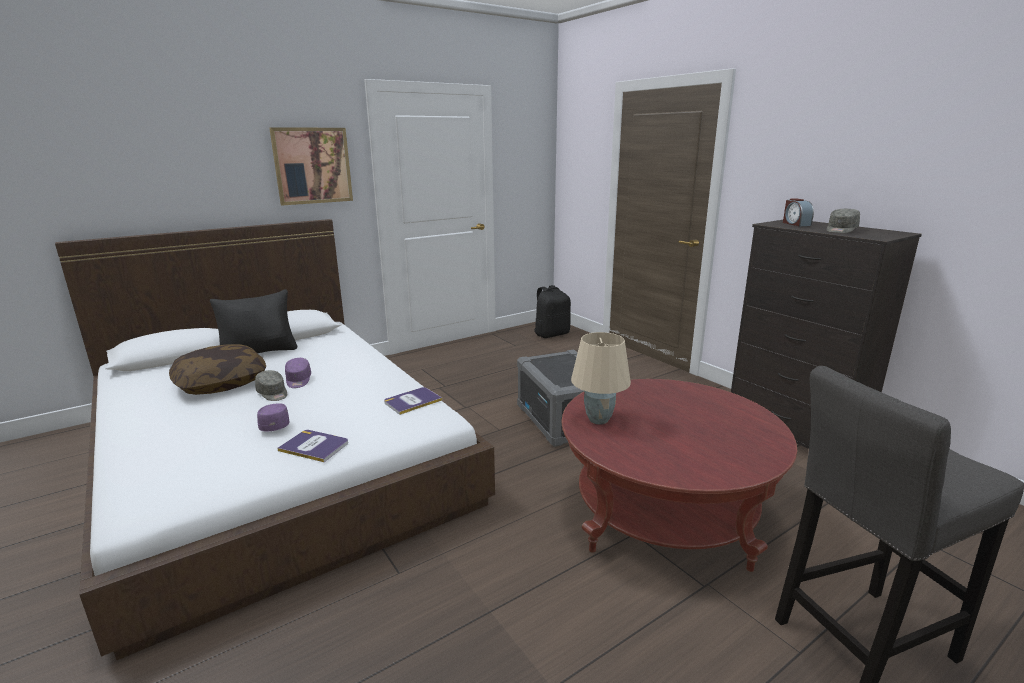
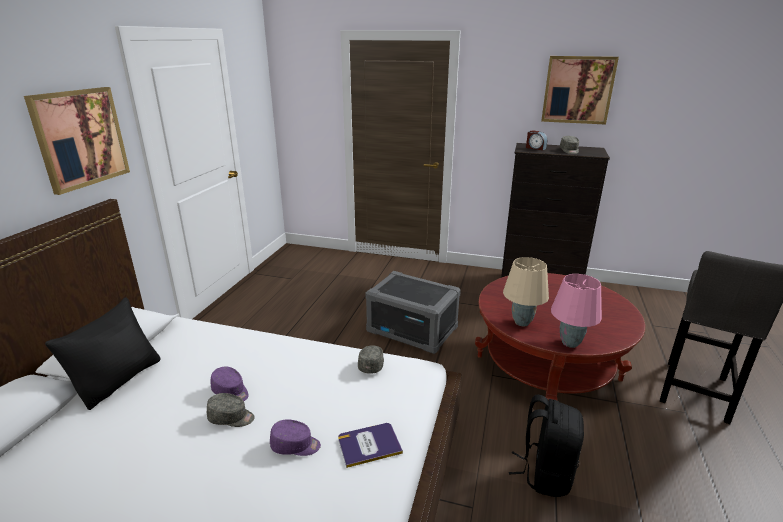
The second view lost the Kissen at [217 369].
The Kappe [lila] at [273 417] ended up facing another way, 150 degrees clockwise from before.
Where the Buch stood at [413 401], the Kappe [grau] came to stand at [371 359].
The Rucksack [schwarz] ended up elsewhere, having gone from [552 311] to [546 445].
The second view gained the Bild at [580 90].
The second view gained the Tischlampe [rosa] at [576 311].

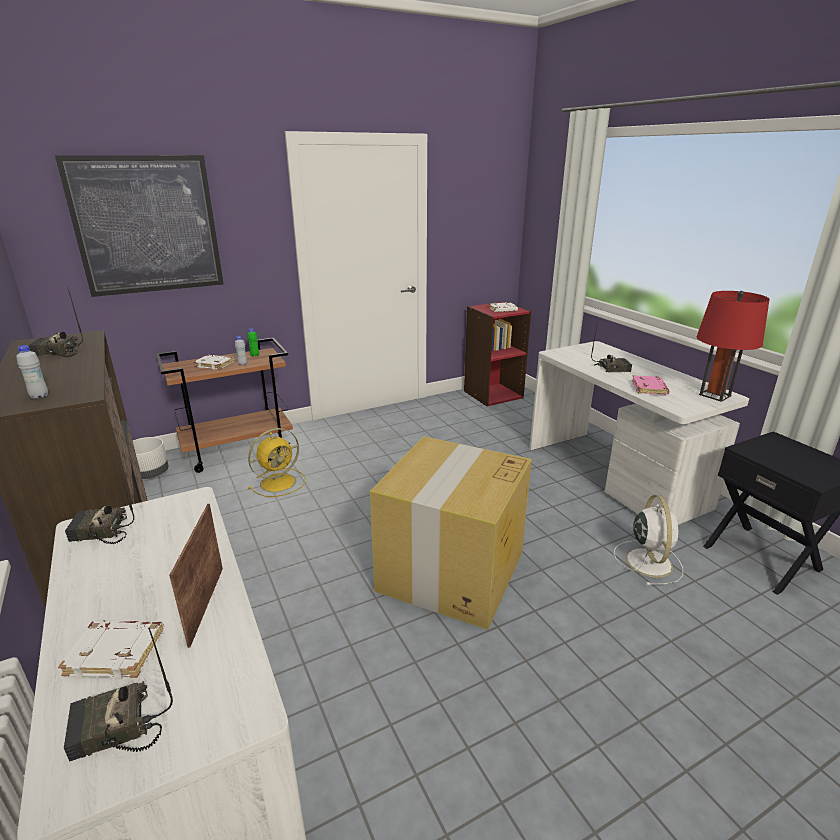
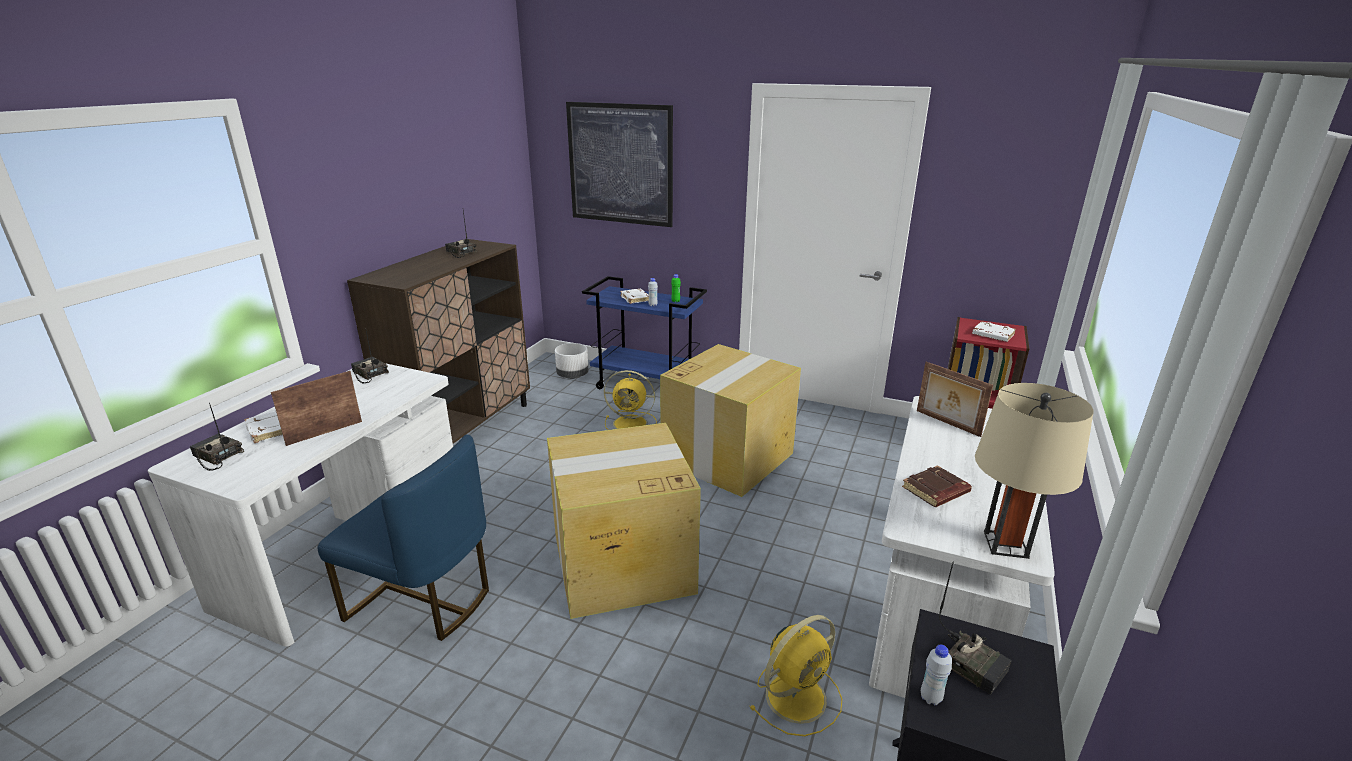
The Flasche [weiß] ended up elsewhere, having gone from [32 372] to [936 675].
What was the Rollwagen [braun] at [224 405] turned into the Rollwagen [blau] at [644 332].
The Radio ended up elsewhere, having gone from [611 347] to [975 628].
What was the Ventilator [weiß] at [648 540] turned into the Ventilator [gelb] at [796 675].
What was the Buch [rosa] at [651 385] turned into the Buch [braun] at [937 486].
What was the Tischlampe [rot] at [733 346] turned into the Tischlampe [beige] at [1034 471].
The second view gained the Stuhl [blau] at [403 538].
The second view gained the Karton at [730 420].
The second view gained the Bilderrahmen at [955 399].

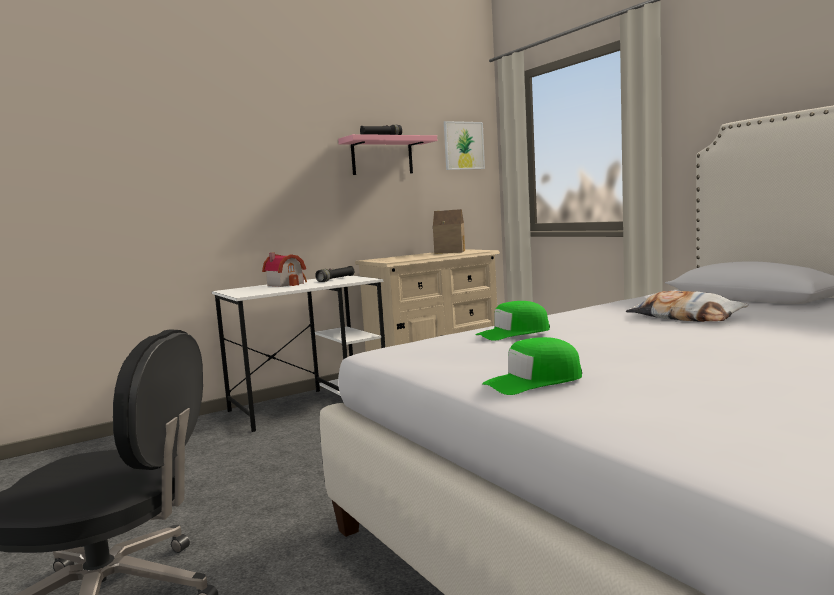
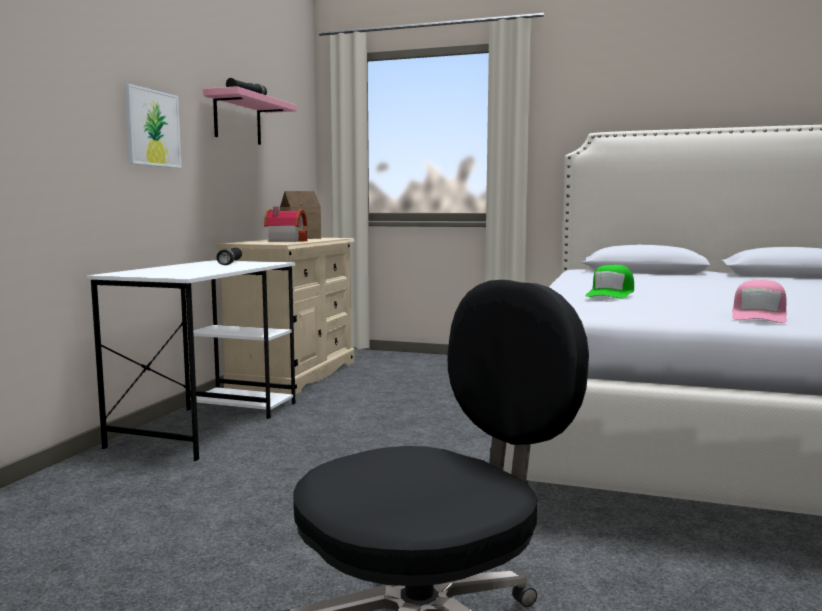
The Spielzeughaus ended up elsewhere, having gone from [284 270] to [285 224].
The Bild ended up elsewhere, having gone from [464 145] to [152 126].
What was the Kappe [grün] at [532 366] turned into the Kappe [rosa] at [759 301].
The second view lost the Kissen at [687 306].

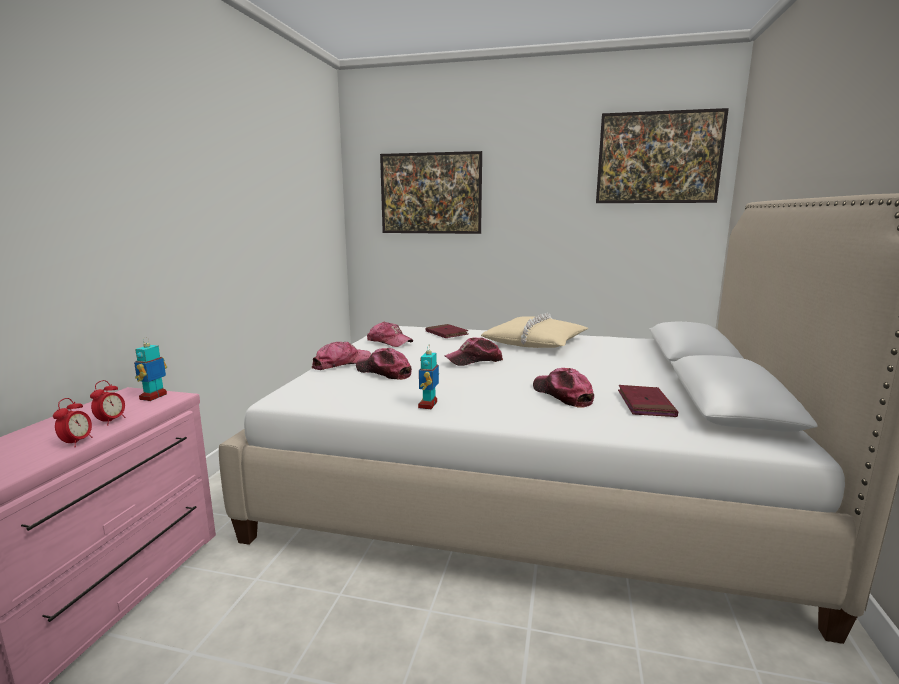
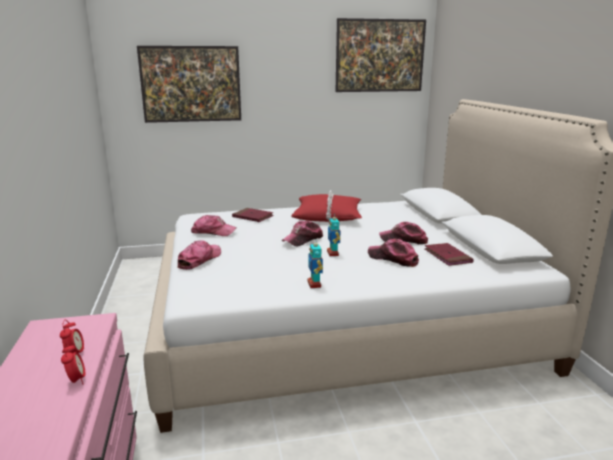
The Spielzeugroboter ended up elsewhere, having gone from [150 369] to [334 234].
The Kappe ended up elsewhere, having gone from [384 364] to [403 233].
What was the Kissen [beige] at [534 330] turned into the Kissen [rot] at [326 206].

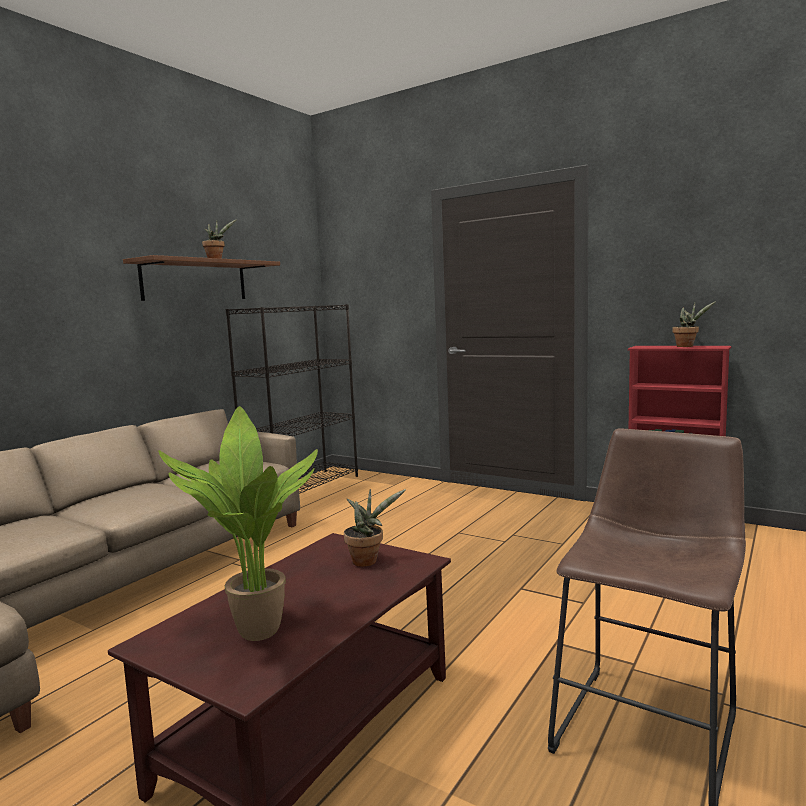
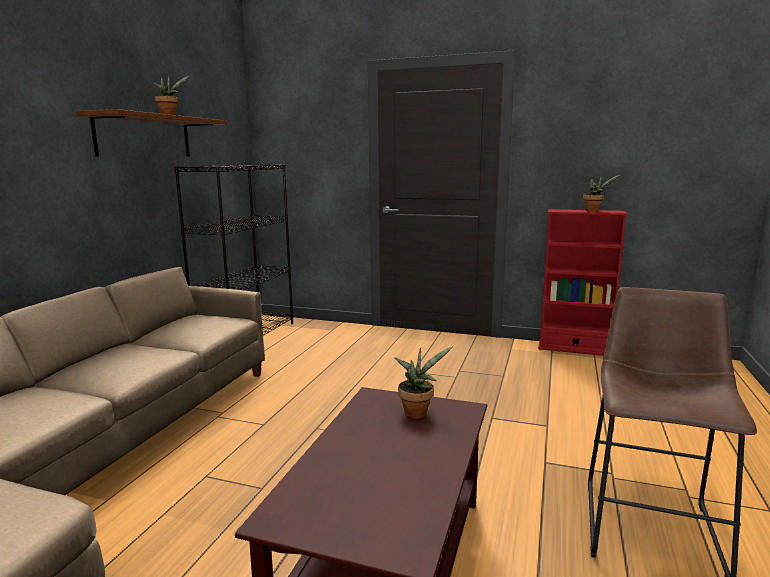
The second view lost the Topfpflanze at [238 523].

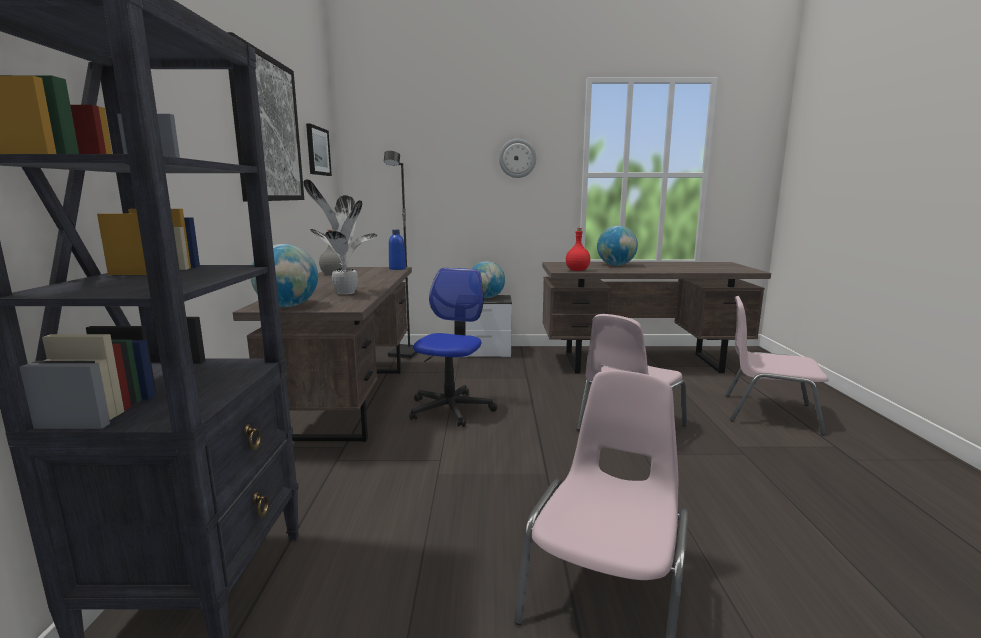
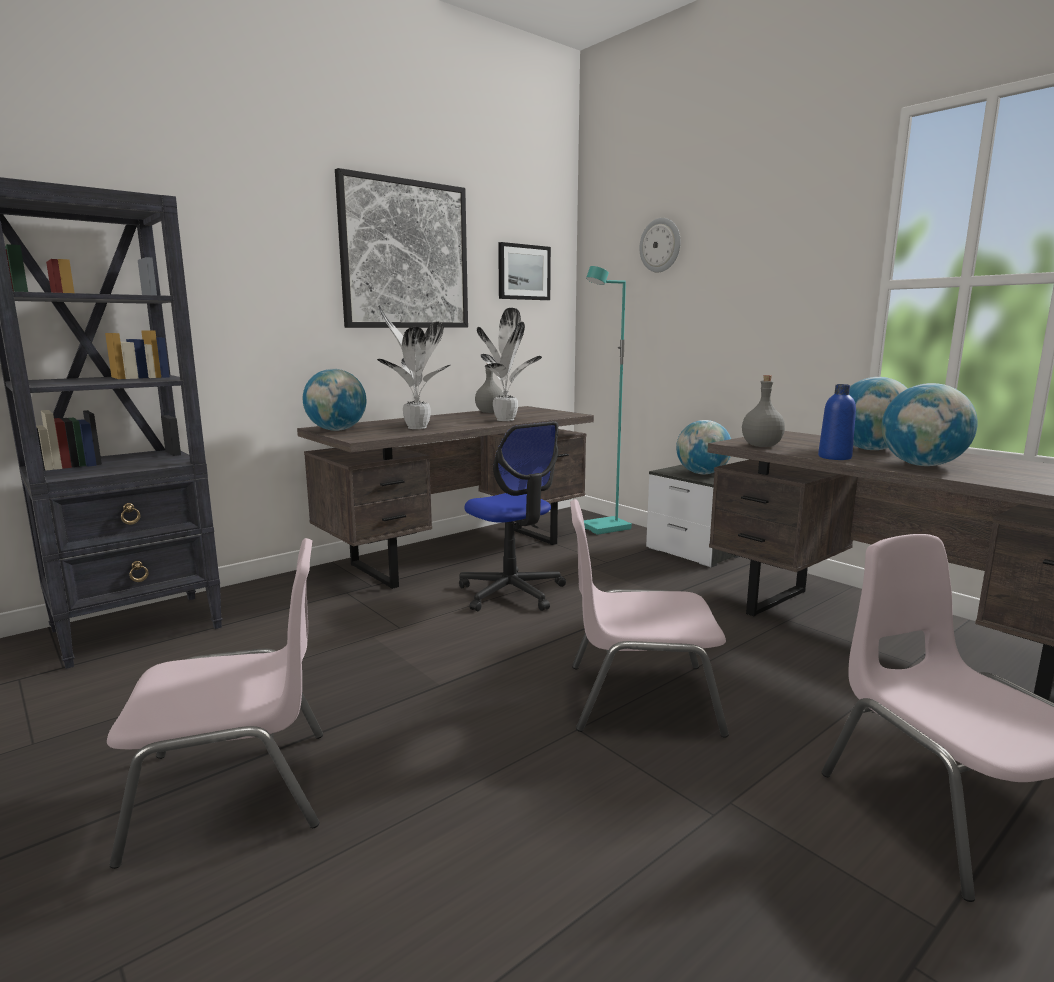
What was the Stehlampe [schwarz] at [401 255] turned into the Stehlampe [türkis] at [608 400].
The Flasche [blau] ended up elsewhere, having gone from [397 249] to [837 422].
The Bürostuhl at [453 347] ended up facing another way, 75 degrees clockwise from before.
The Wanduhr ended up elsewhere, having gone from [518 158] to [660 245].
What was the Flasche [rot] at [578 249] turned into the Flasche [grau] at [763 411].
The second view gained the Topfpflanze at [509 364].
The second view gained the Globus at [929 424].

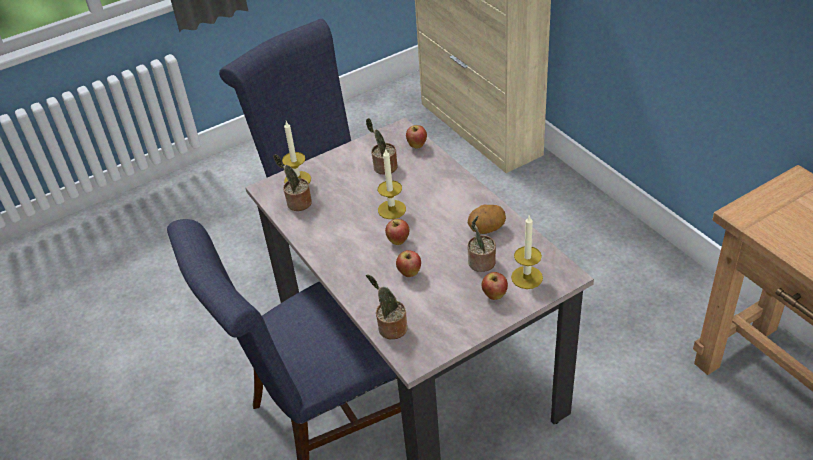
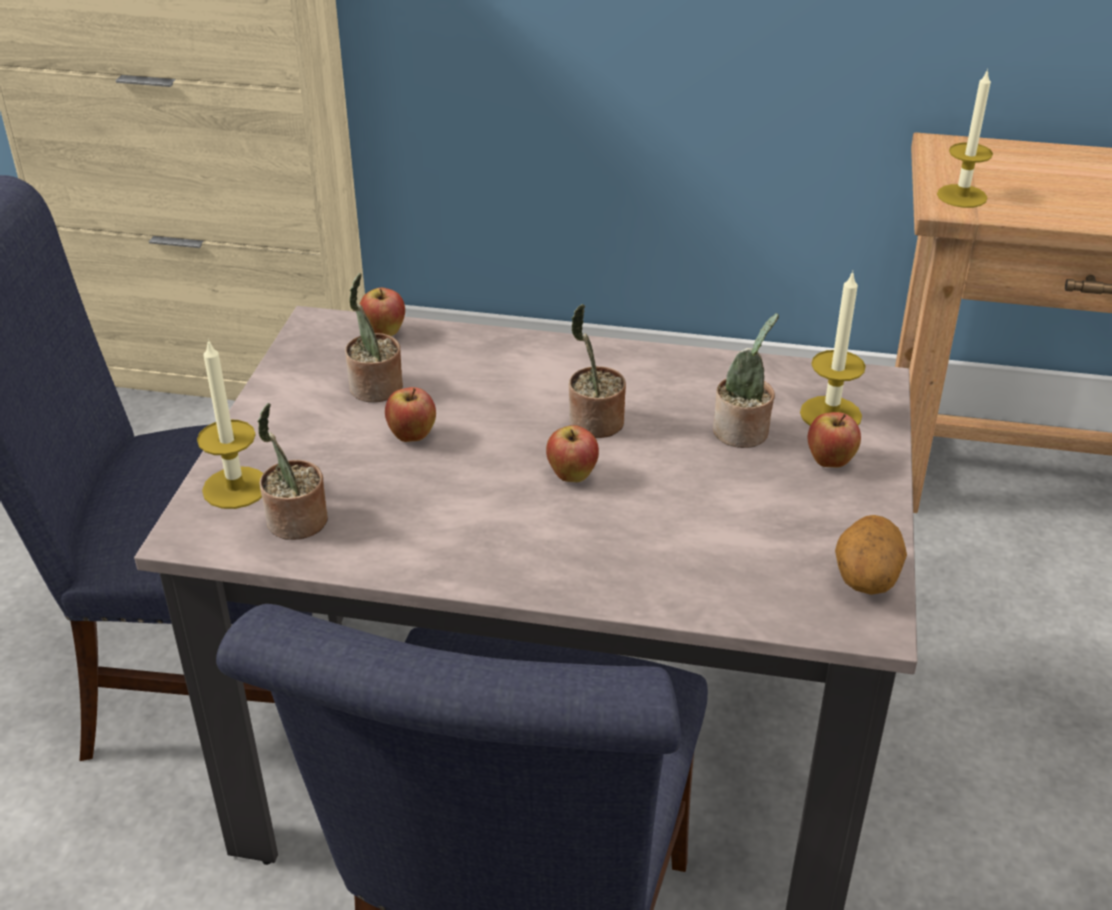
The Topfpflanze ended up elsewhere, having gone from [386 306] to [597 371].
The Kerze ended up elsewhere, having gone from [392 184] to [965 138].
The Apfel ended up elsewhere, having gone from [408 263] to [410 414].
The Kartoffel ended up elsewhere, having gone from [487 219] to [871 555].

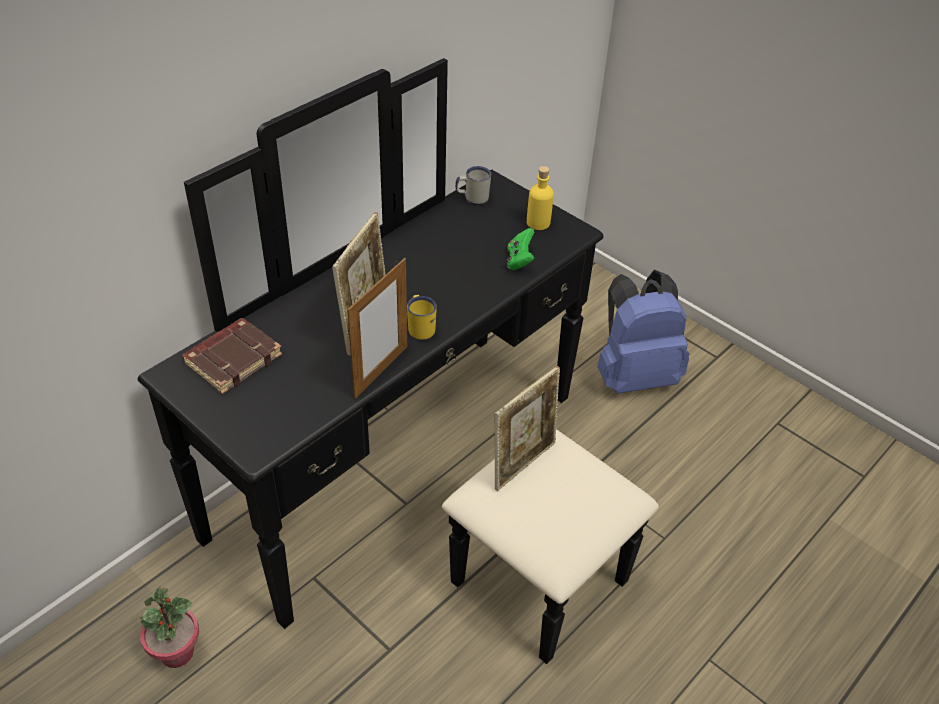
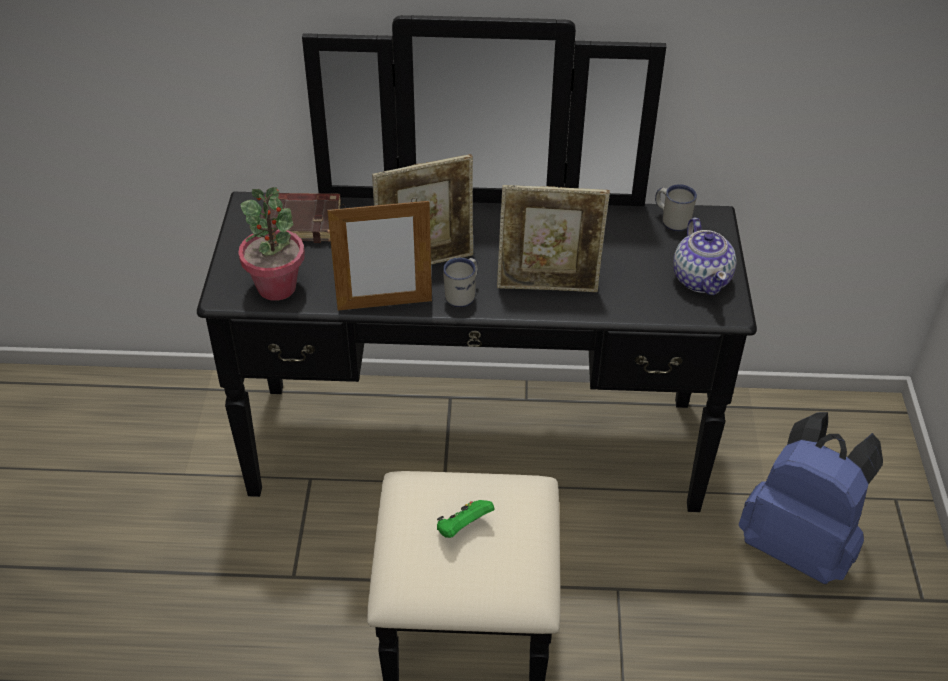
The Topfpflanze ended up elsewhere, having gone from [169 627] to [271 244].
What was the Henkelbecher [gelb] at [422 317] turned into the Henkelbecher [weiß] at [460 282].
The Bilderrahmen ended up elsewhere, having gone from [527 428] to [553 238].
The Gamepad [grün] ended up elsewhere, having gone from [521 249] to [465 519].
Where the Flasche [gelb] stood at [540 198], the Teekanne came to stand at [705 256].

